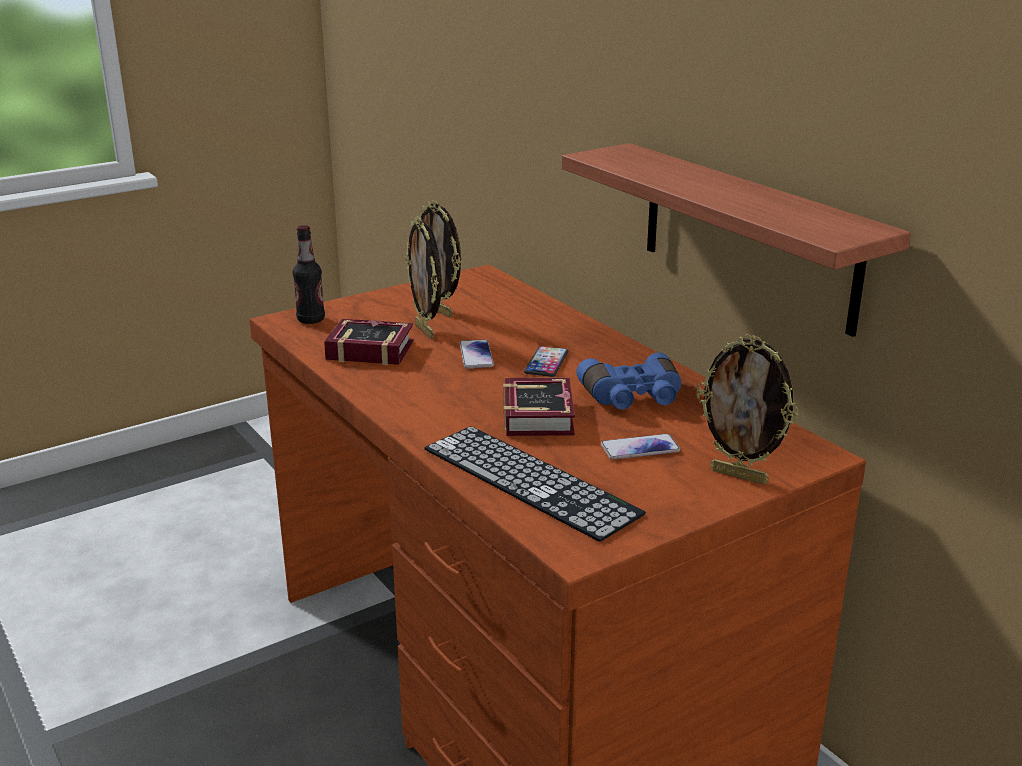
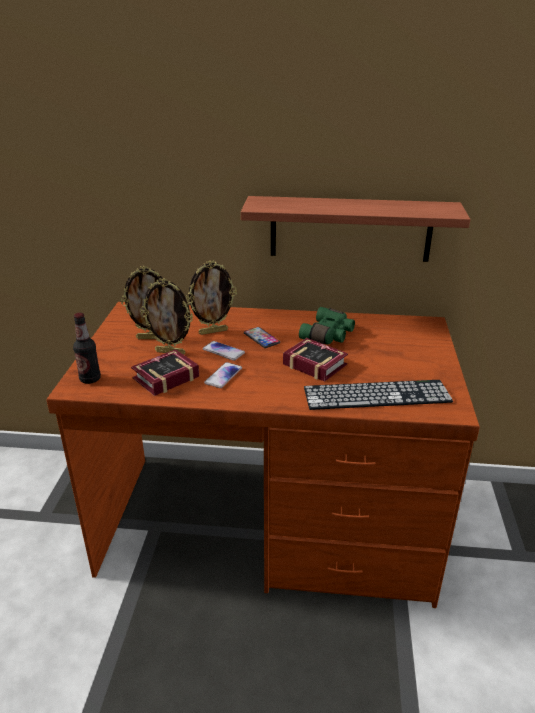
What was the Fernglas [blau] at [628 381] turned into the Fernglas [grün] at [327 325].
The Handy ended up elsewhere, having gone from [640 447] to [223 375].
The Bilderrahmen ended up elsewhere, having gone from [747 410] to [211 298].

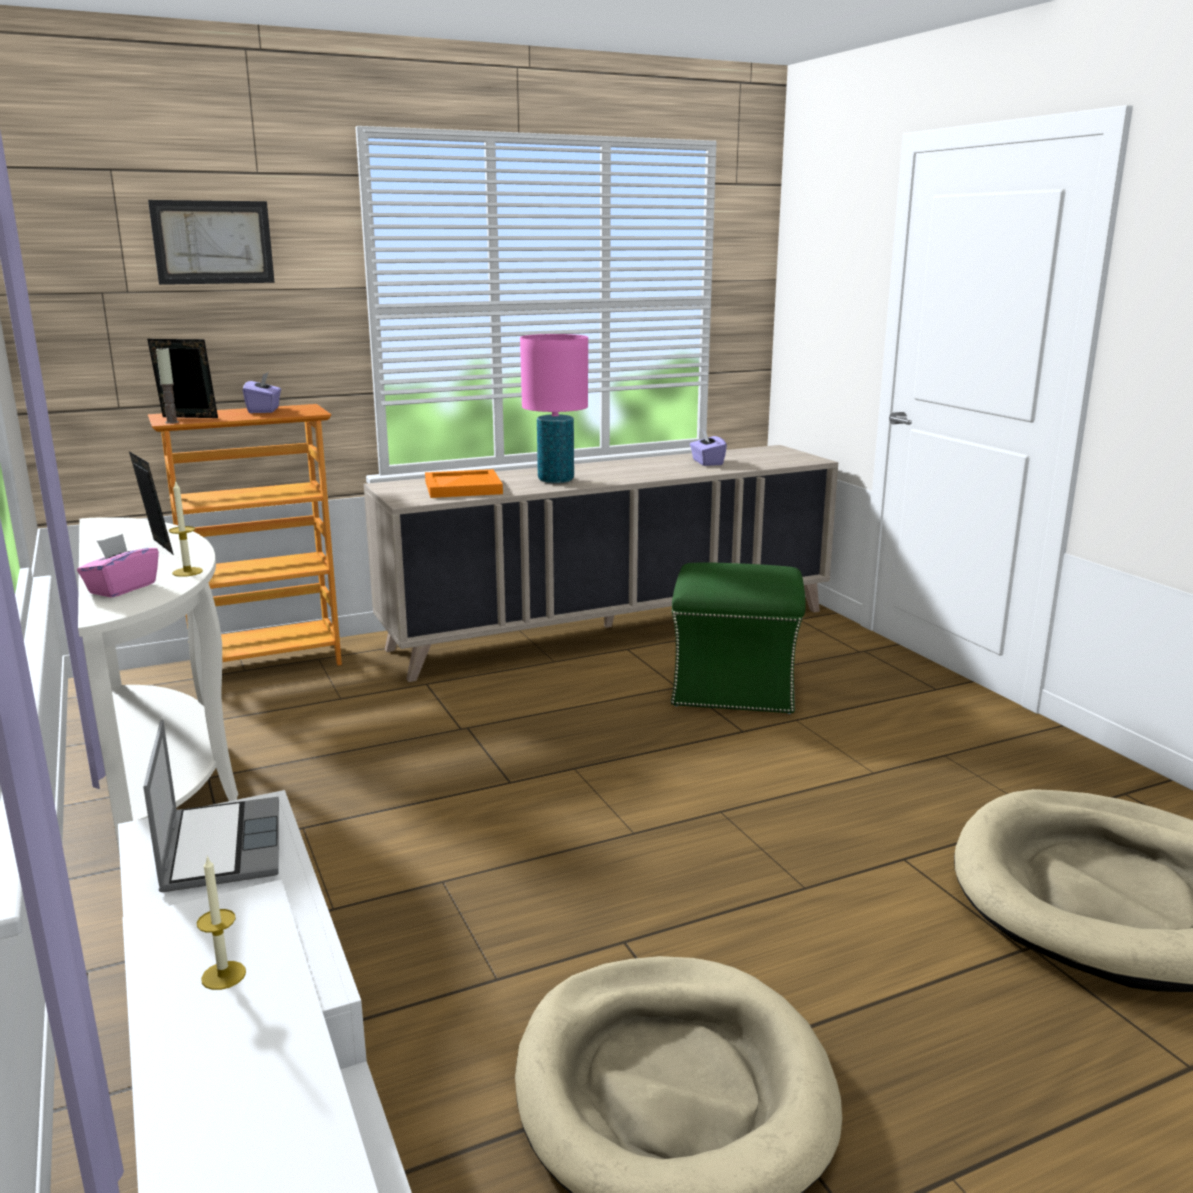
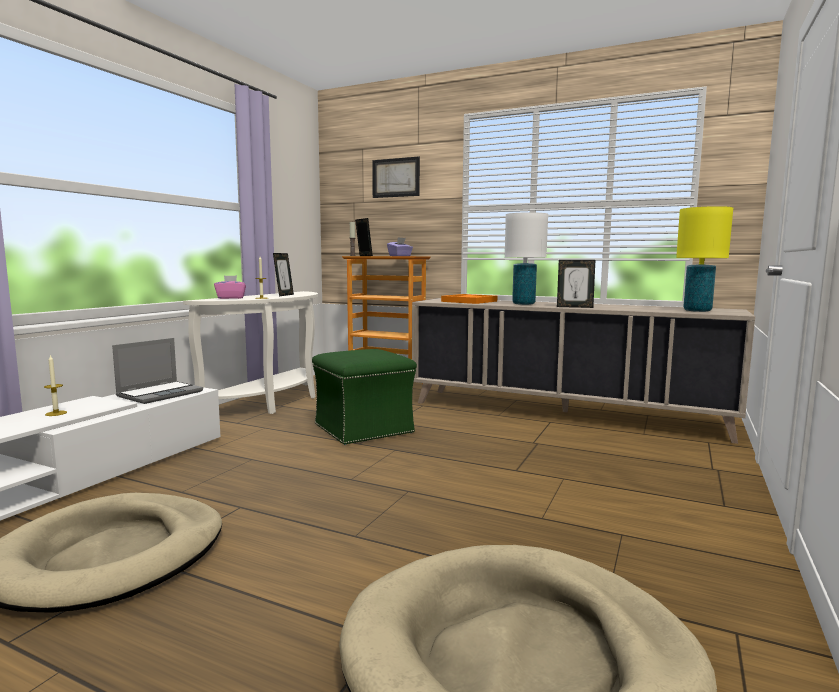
What was the Tischlampe [rosa] at [554 408] turned into the Tischlampe [weiß] at [526 258].
The Polsterhocker [grün] ended up elsewhere, having gone from [738 638] to [364 397].
The second view lost the Taschentuchbox [lila] at [708 448].
The second view gained the Bilderrahmen at [576 284].
The second view gained the Tischlampe [gelb] at [704 259].

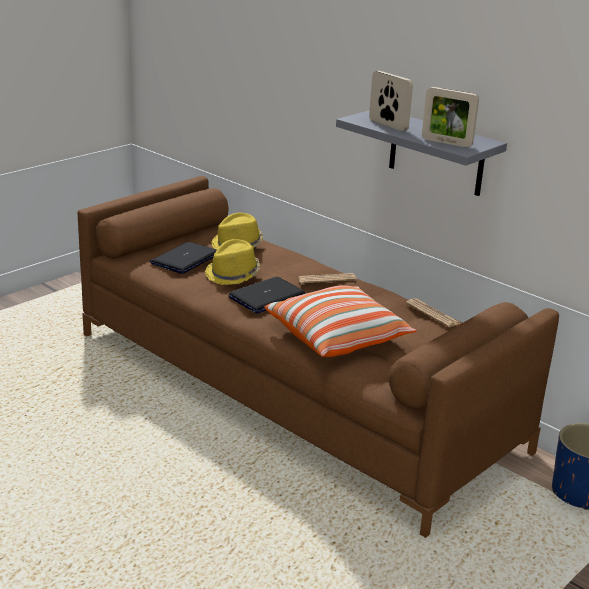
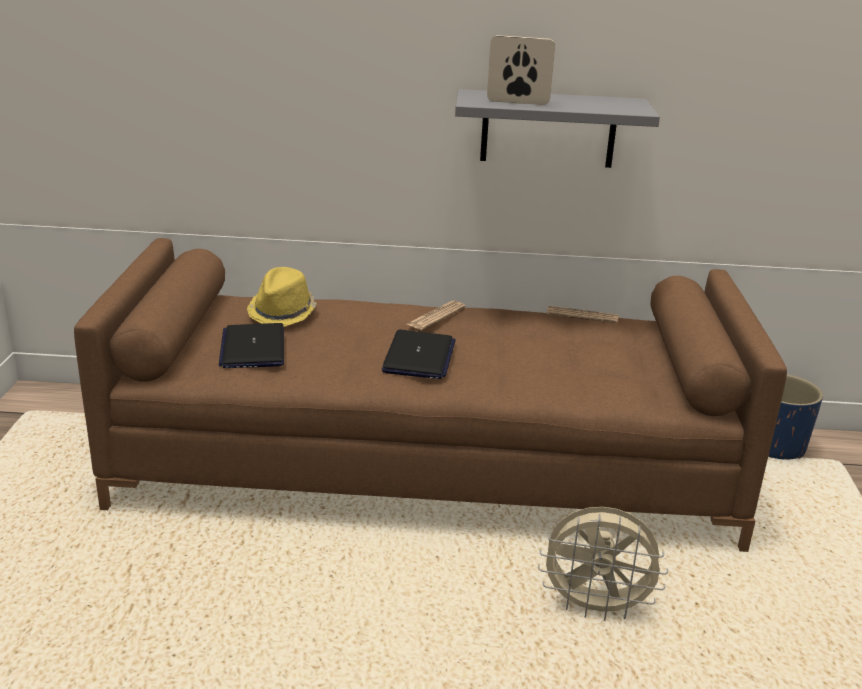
The second view lost the Hut [gelb] at [232 262].
The second view lost the Kissen at [340 321].
The second view lost the Bilderrahmen at [450 117].
The second view gained the Ventilator [beige] at [603 564].

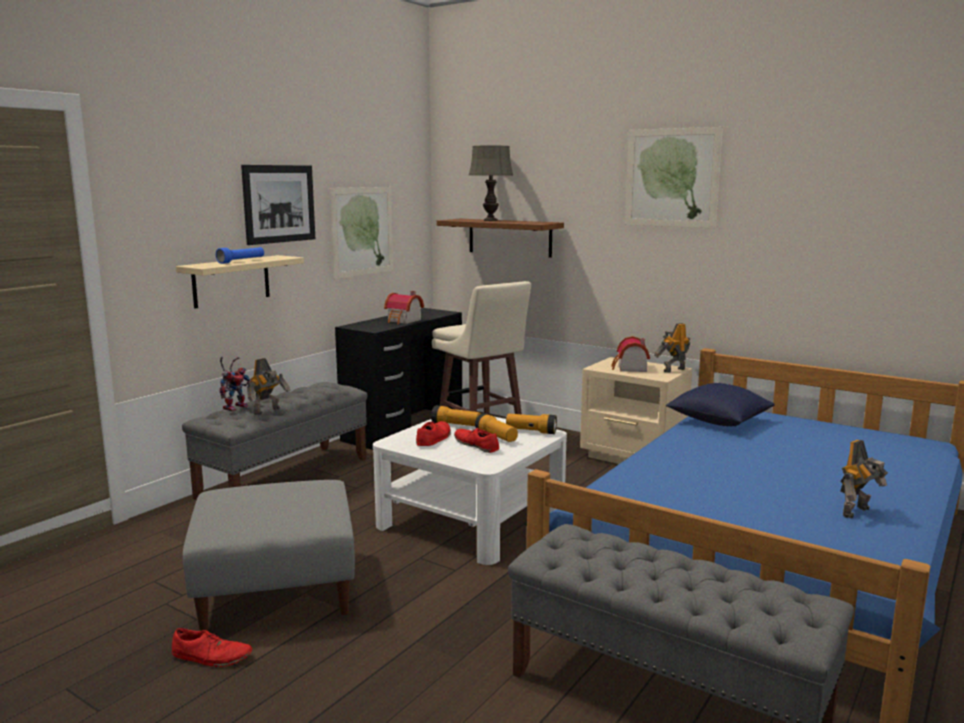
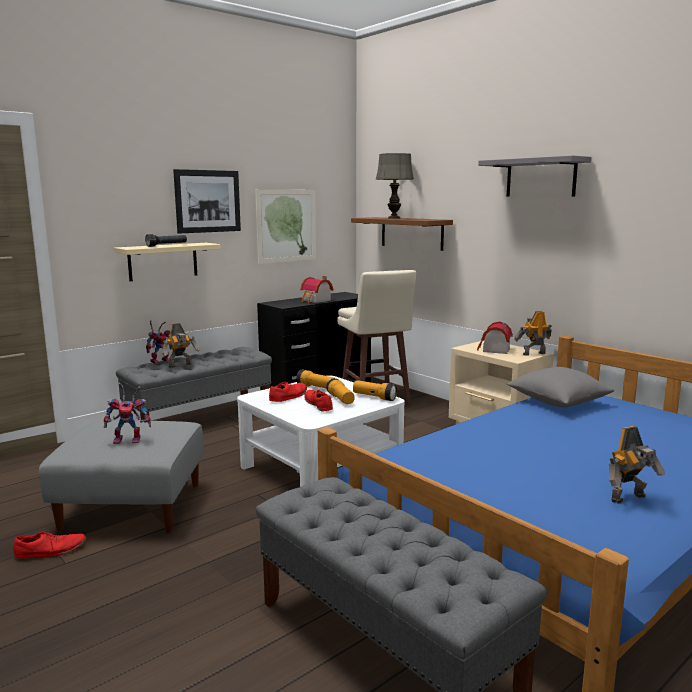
The Schuh [rot] at [212 647] ended up facing another way, 45 degrees counterclockwise from before.
What was the Taschenlampe [blau] at [240 255] turned into the Taschenlampe [schwarz] at [166 240].
Where the Bild hung at [674 177], the Wandregal [grau] came to hang at [534 176].
What was the Kissen [blau] at [720 404] turned into the Kissen [grau] at [560 387].
The second view gained the Spielzeugroboter at [127 413].

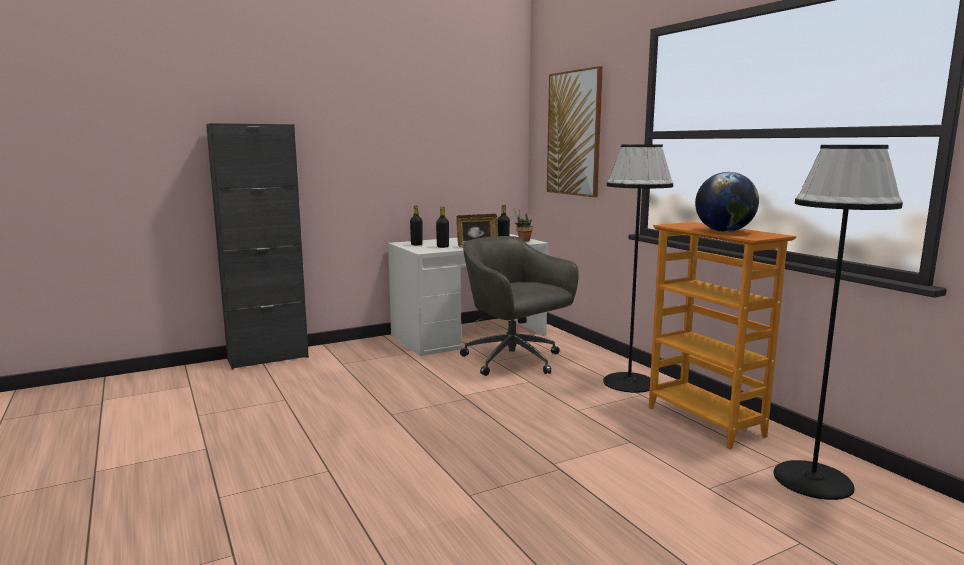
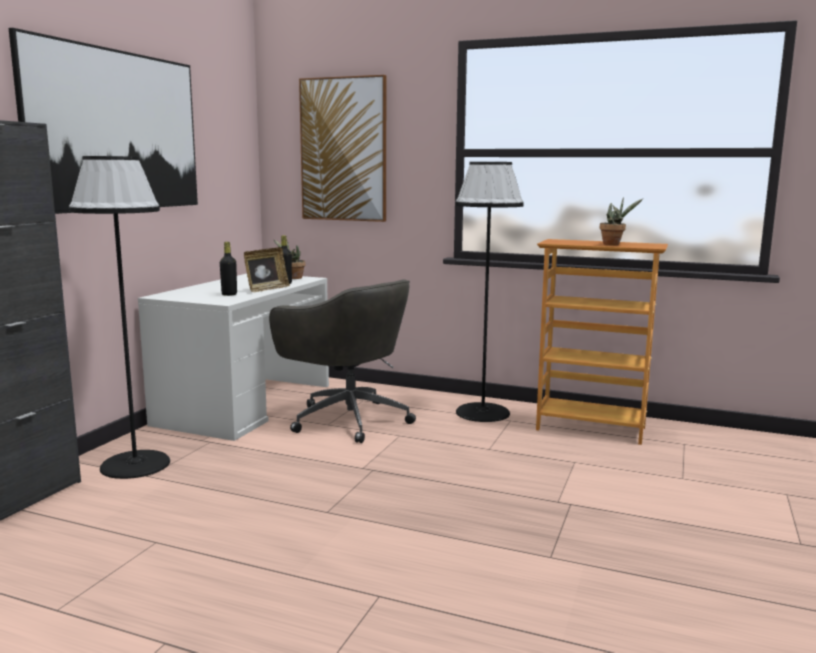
The second view lost the Flasche [schwarz] at [416 225].
The Bürostuhl [grau] at [519 306] ended up facing another way, 150 degrees counterclockwise from before.
Where the Globus stood at [727 202], the Topfpflanze came to stand at [621 221].
The Stehlampe [schwarz] ended up elsewhere, having gone from [838 322] to [119 317].
The second view gained the Bild at [103 121].

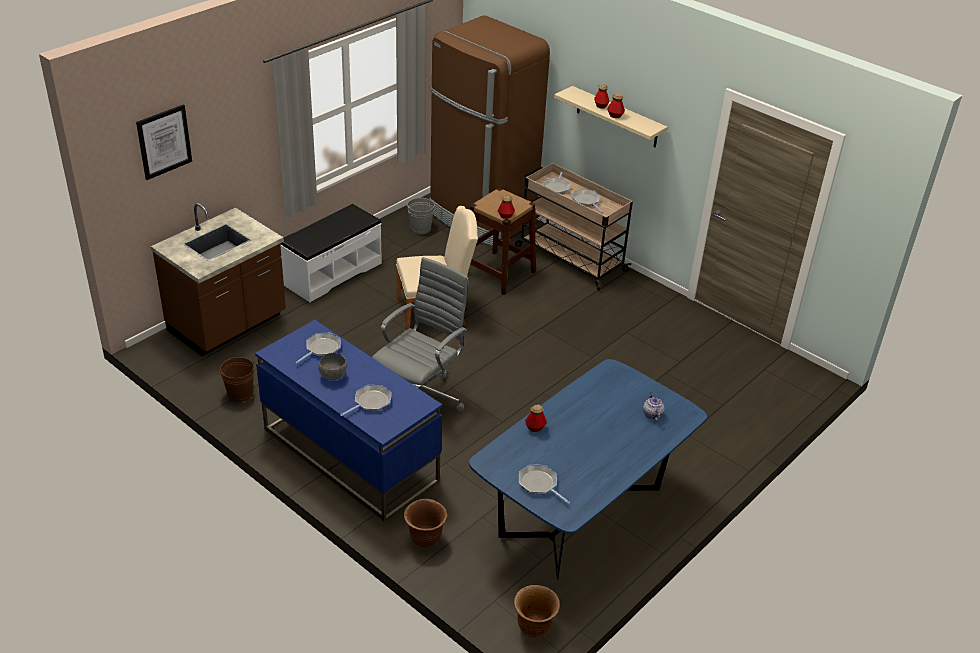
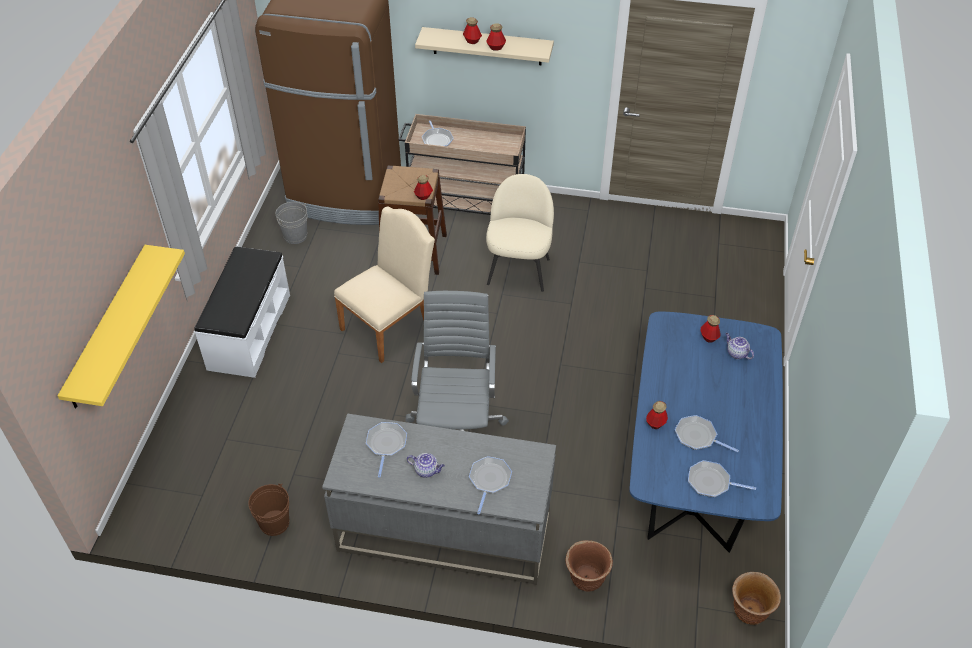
The second view lost the Bild at [164 142].
The second view lost the Küchenzeile [braun] at [218 279].
What was the Schreibtisch [blau] at [348 421] turned into the Schreibtisch [grau] at [439 499].
Where the Schüssel [grau] stood at [332 366], the Teekanne came to stand at [426 465].
The Pfanne ended up elsewhere, having gone from [588 201] to [707 433].
The second view gained the Wandregal [gelb] at [121 326].
The second view gained the Stuhl [beige] at [520 233].
The second view gained the Flasche at [710 329].

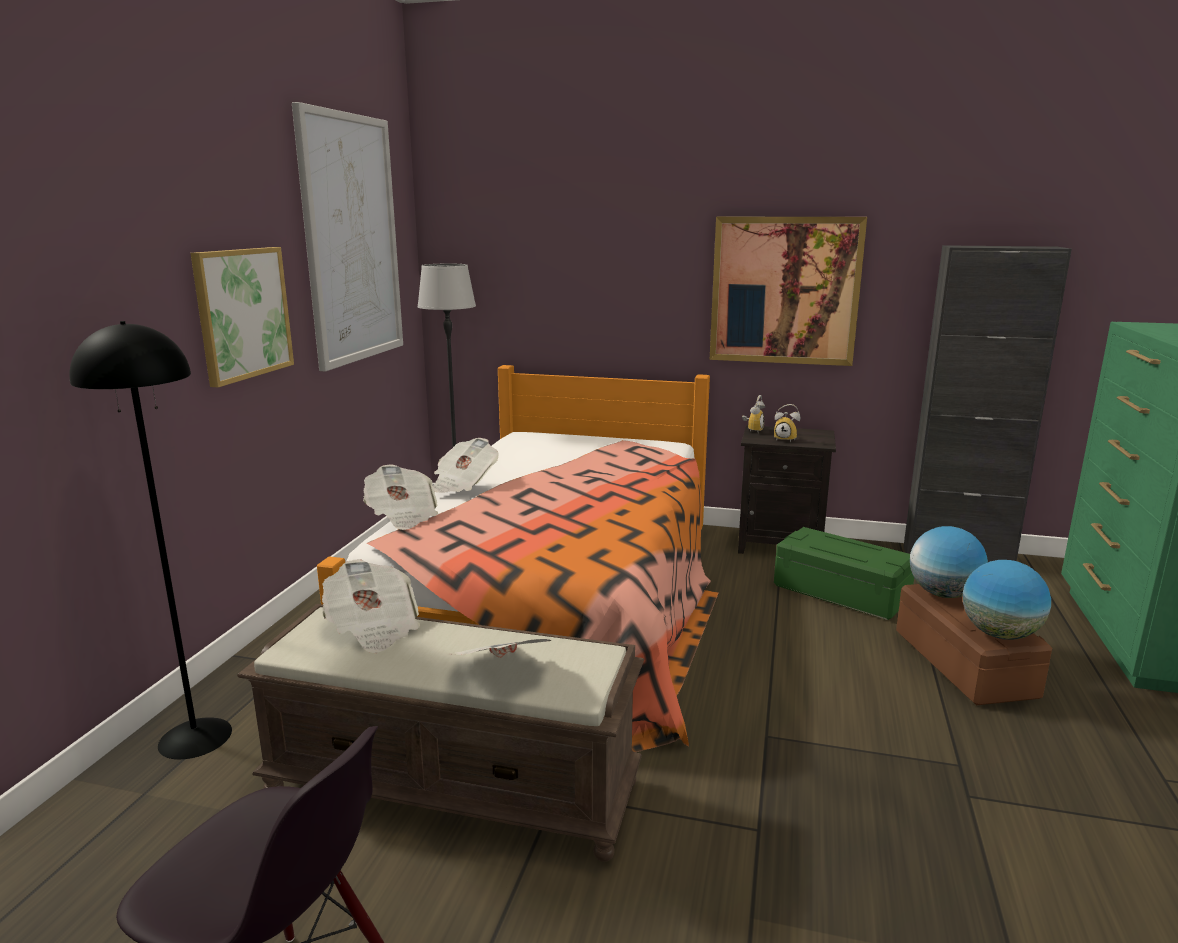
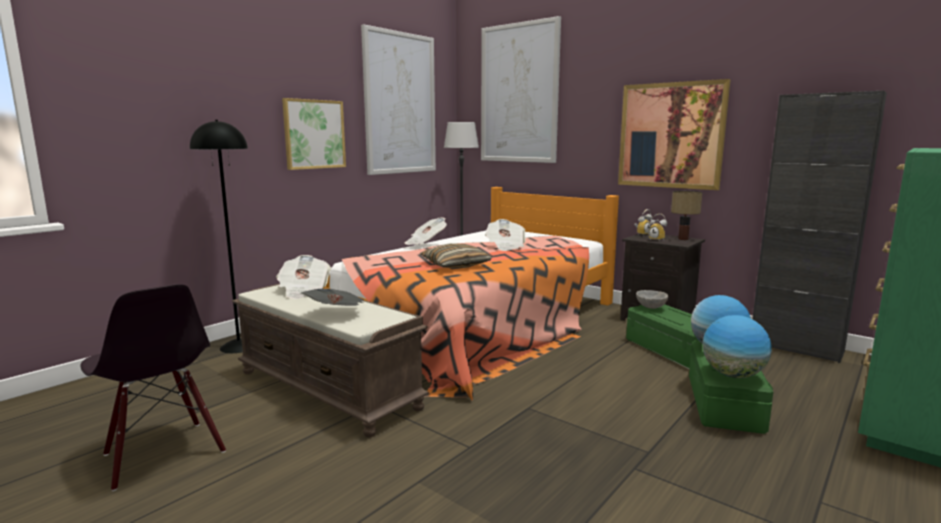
The Zeitung ended up elsewhere, having gone from [400 497] to [505 235].
What was the Aufbewahrungsbox [braun] at [974 644] turned into the Aufbewahrungsbox [grün] at [731 387].
The second view gained the Kissen at [456 255].
The second view gained the Bild at [521 89].
The second view gained the Schüssel [grau] at [652 299].
The second view gained the Tischlampe at [686 215].

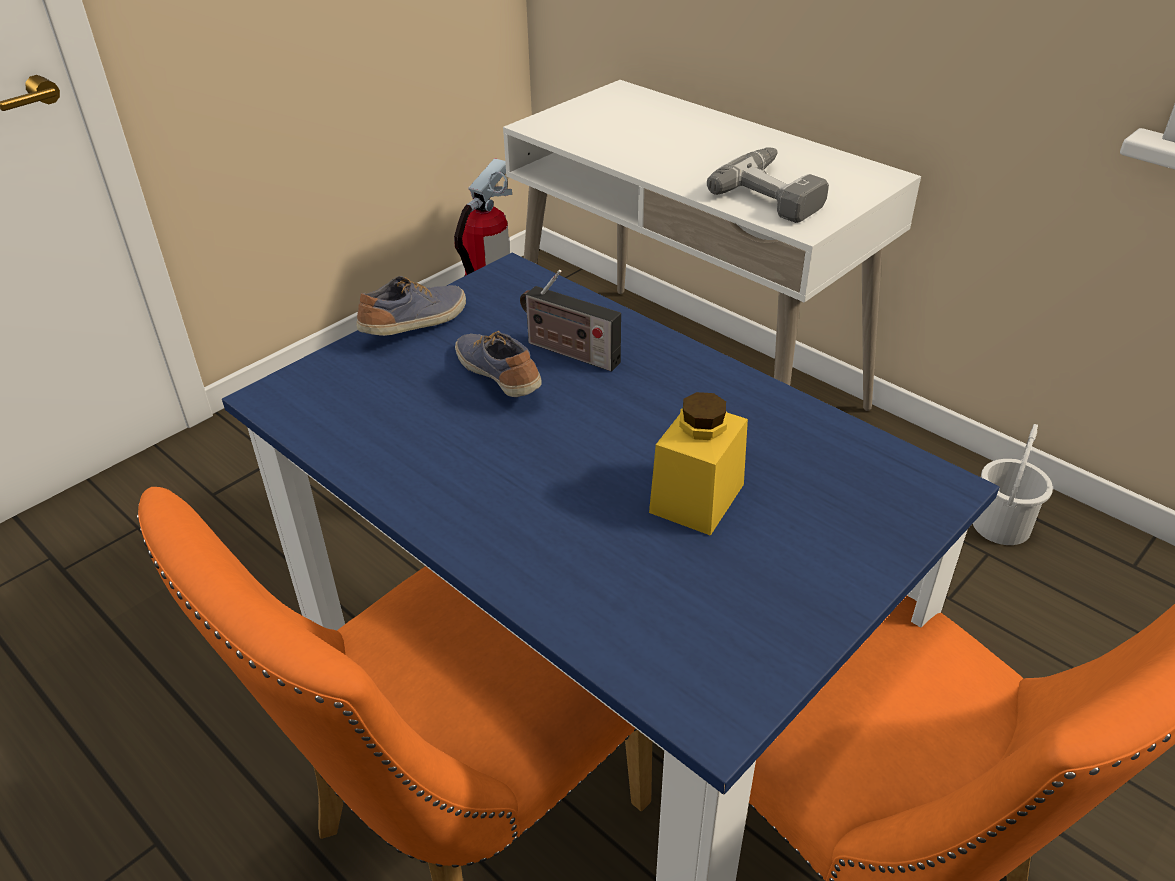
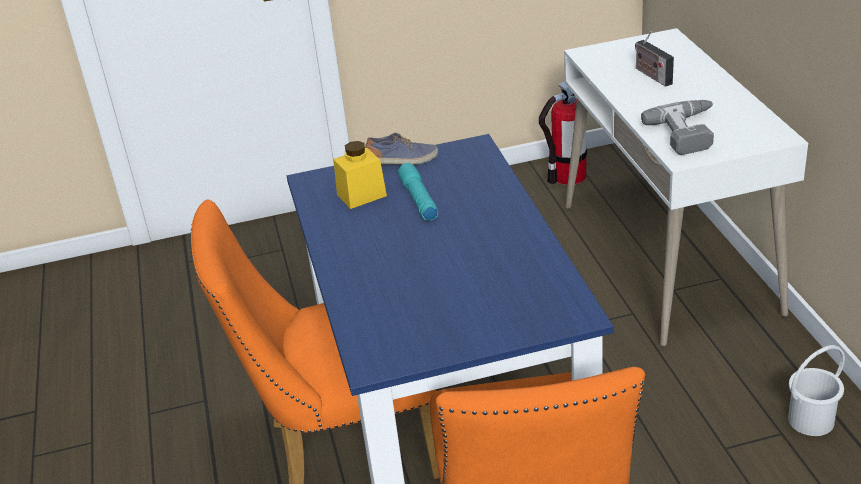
Where the Schuh stood at [498 364], the Taschenlampe [türkis] came to stand at [417 192].
The Radio ended up elsewhere, having gone from [570 321] to [654 59].
The Vorratsglas [gelb] ended up elsewhere, having gone from [698 464] to [360 175].

